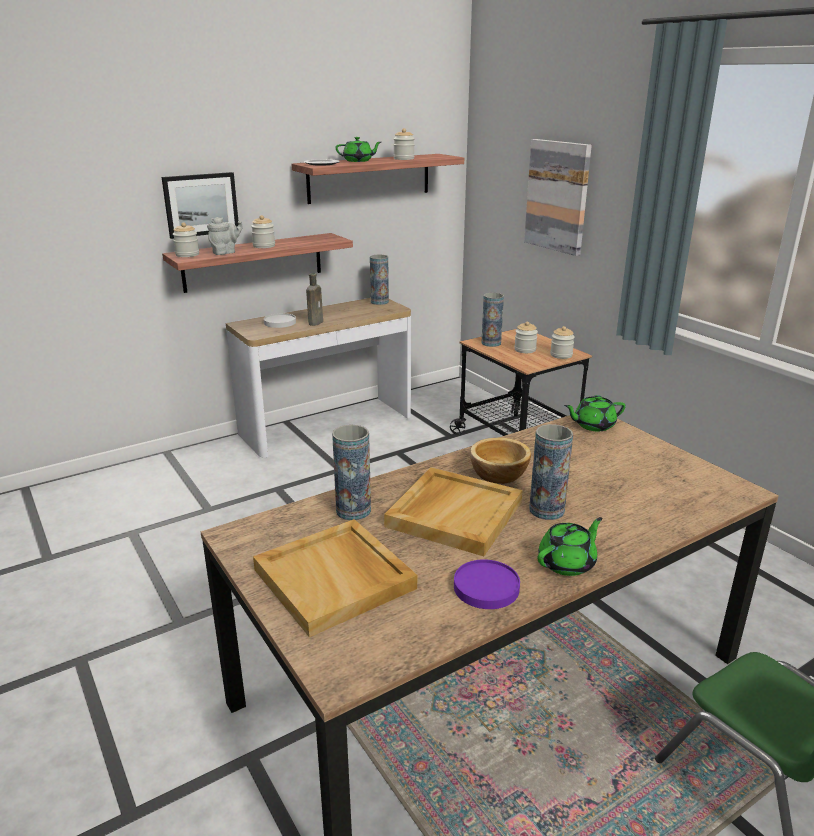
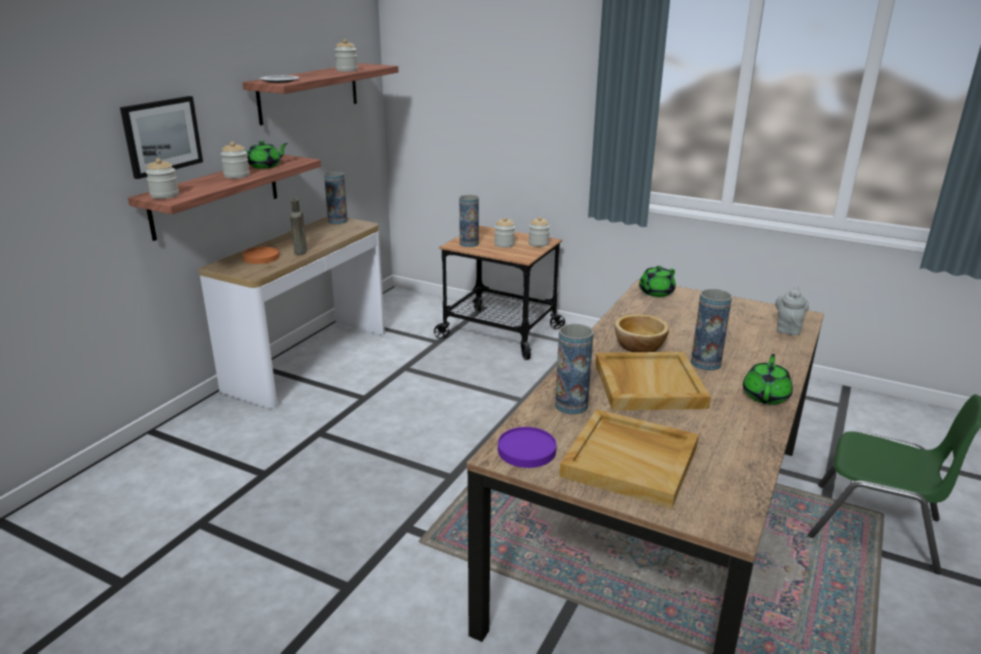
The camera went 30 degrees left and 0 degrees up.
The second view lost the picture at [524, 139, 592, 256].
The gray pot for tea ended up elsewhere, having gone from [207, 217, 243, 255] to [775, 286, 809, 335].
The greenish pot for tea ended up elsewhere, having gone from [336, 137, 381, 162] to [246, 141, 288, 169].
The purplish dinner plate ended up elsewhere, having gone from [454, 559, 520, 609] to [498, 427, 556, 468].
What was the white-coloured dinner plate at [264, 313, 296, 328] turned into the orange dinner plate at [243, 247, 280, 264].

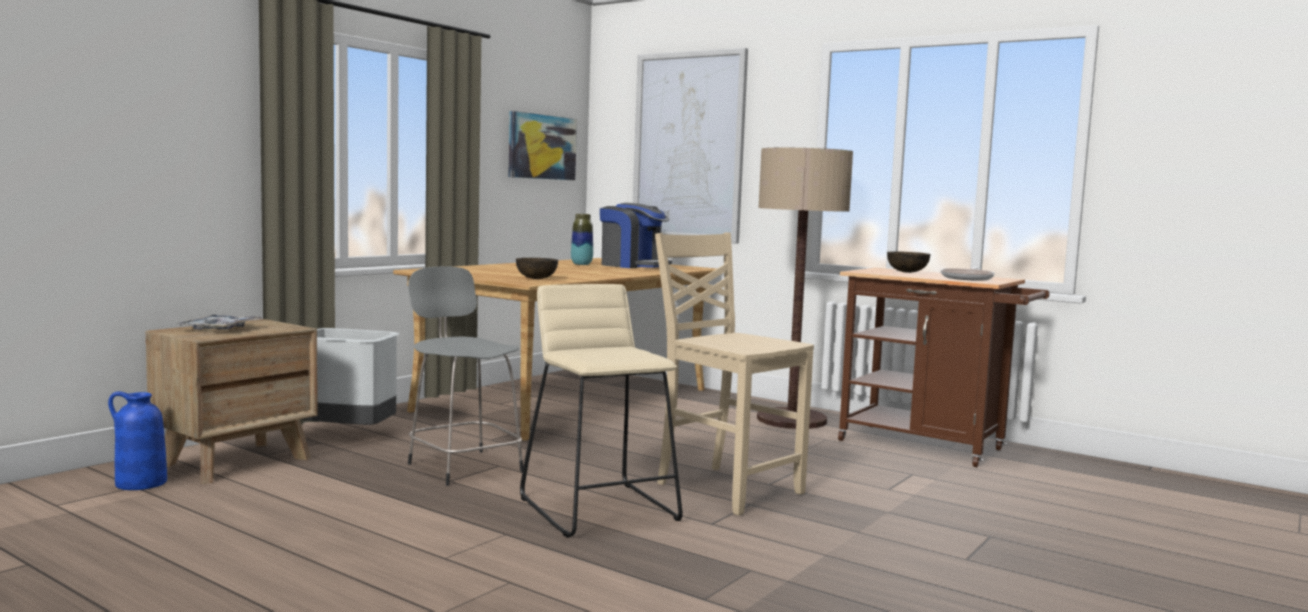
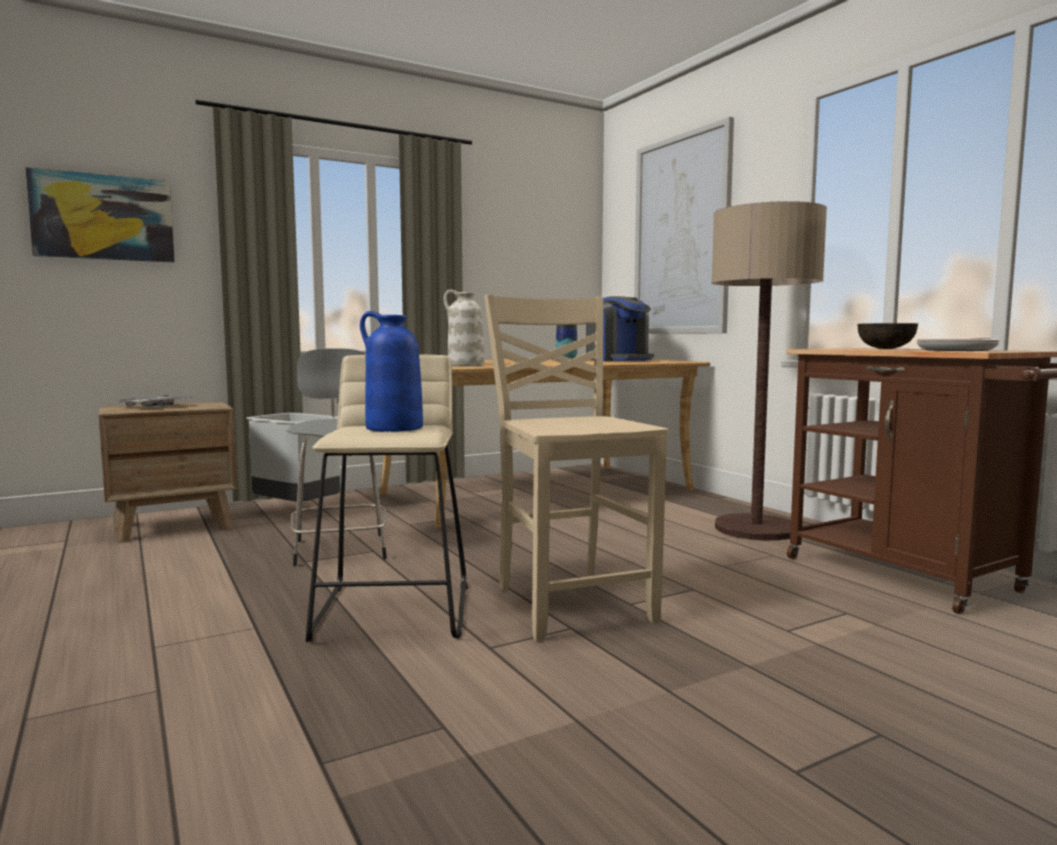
The camera went 25 degrees right and 0 degrees up.
The bluish vase ended up elsewhere, having gone from [108, 391, 167, 490] to [360, 311, 423, 432].
The picture ended up elsewhere, having gone from [508, 111, 577, 180] to [25, 167, 175, 262].
Where the brown-coloured serving bowl stood at [516, 258, 558, 279], the white-coloured vase came to stand at [443, 289, 484, 366].

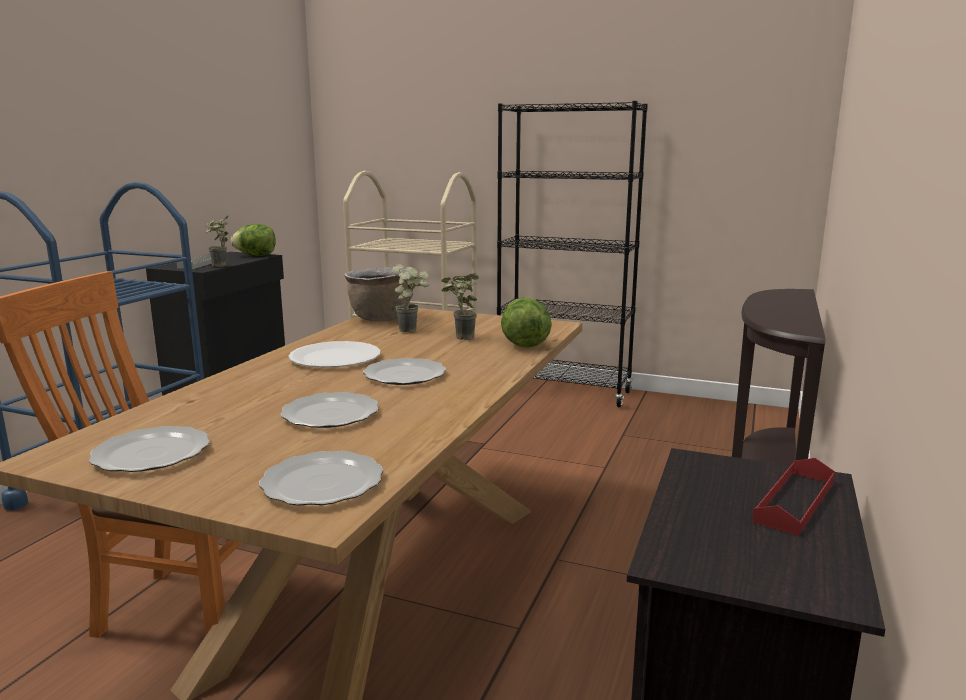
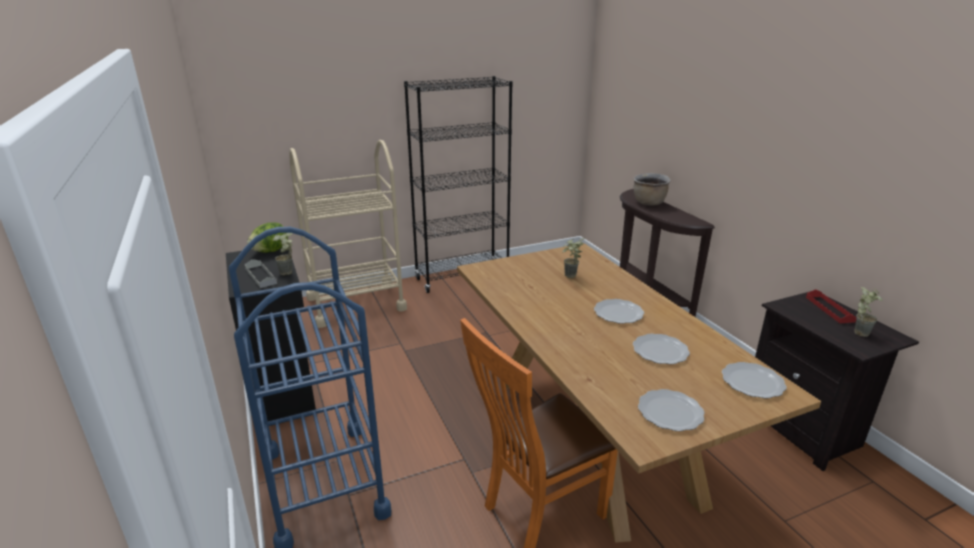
The camera went 45 degrees left and 10 degrees up.
The second view lost the white-coloured dinner plate at [289, 341, 381, 368].
The second view lost the head of lettuce at [501, 297, 552, 348].
The brown-coloured stockpot ended up elsewhere, having gone from [344, 267, 409, 321] to [633, 173, 671, 205].
The potted plant ended up elsewhere, having gone from [392, 264, 429, 332] to [854, 287, 883, 337].

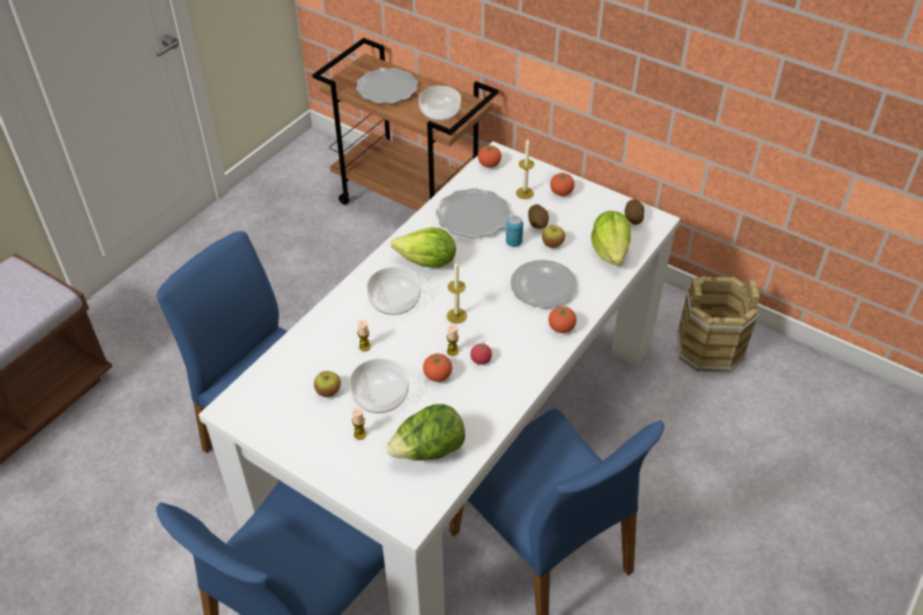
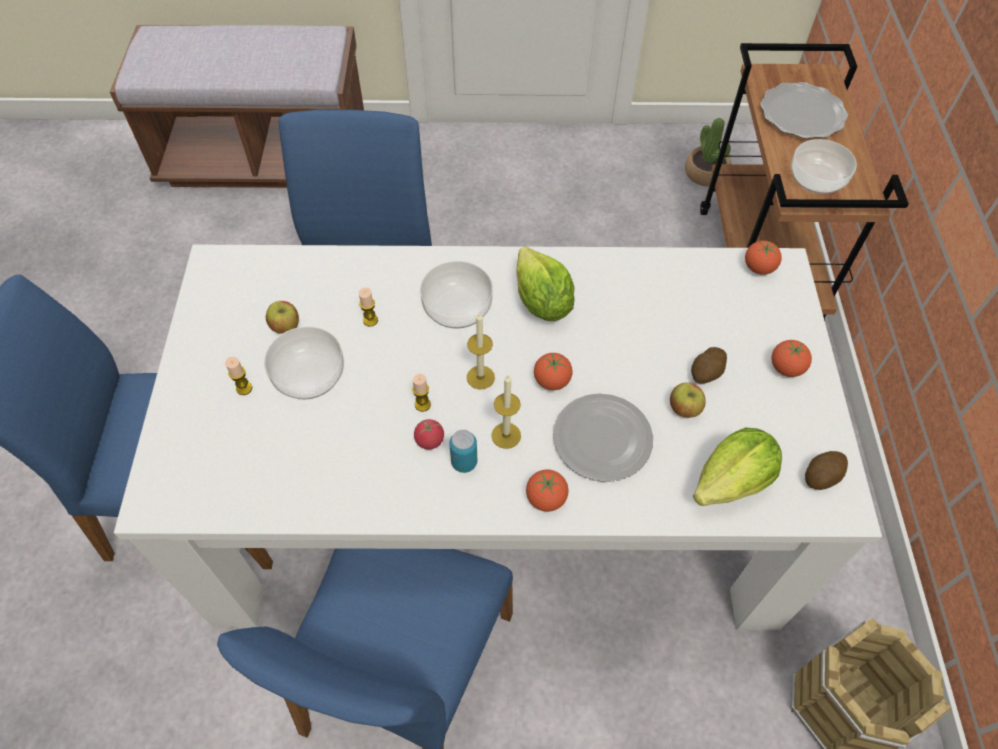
The camera went 55 degrees right and 10 degrees up.
The second view lost the head of lettuce at [387, 404, 465, 461].
The second view lost the dinner plate at [436, 188, 511, 238].
The second view gained the potted plant at [685, 118, 731, 187].
The tomato ended up elsewhere, having gone from [423, 354, 452, 382] to [534, 353, 573, 390].
The metal can ended up elsewhere, having gone from [506, 216, 523, 247] to [449, 430, 477, 473].
The candle ended up elsewhere, having gone from [516, 139, 534, 199] to [492, 375, 521, 449].

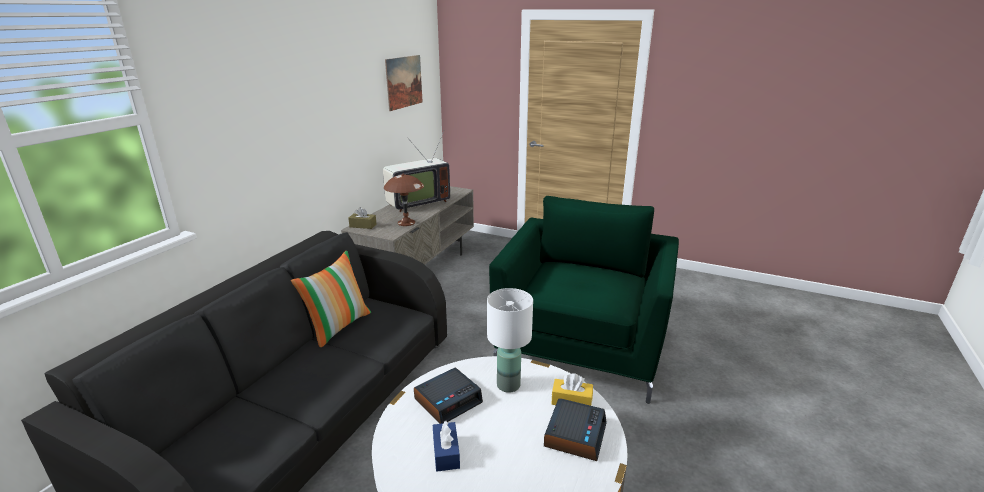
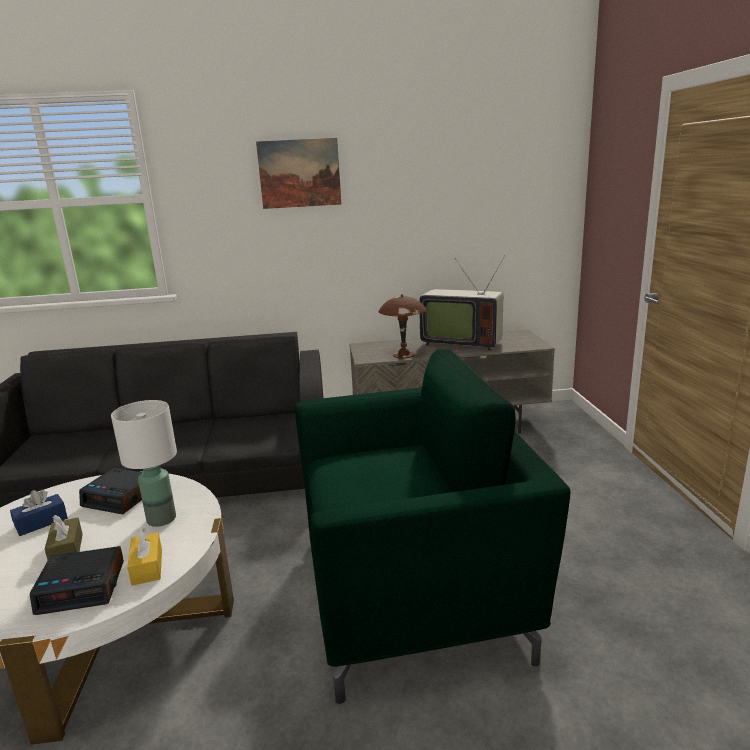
The camera went 60 degrees right and 5 degrees down.
The second view lost the pillow at [291, 250, 371, 347].
The brown-coloured box of tissues ended up elsewhere, having gone from [348, 207, 377, 229] to [45, 515, 83, 560].
The picture ended up elsewhere, having gone from [385, 55, 423, 111] to [256, 138, 341, 209].

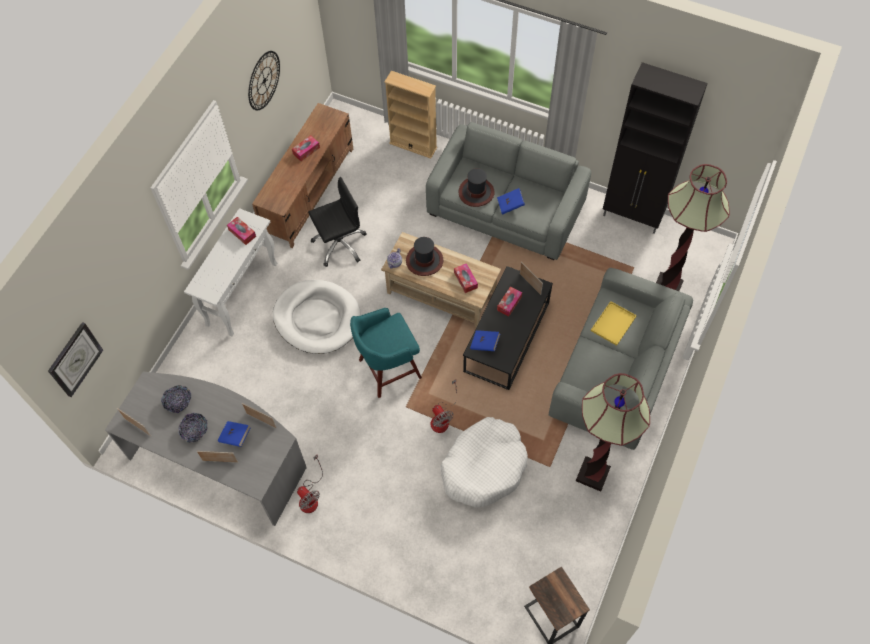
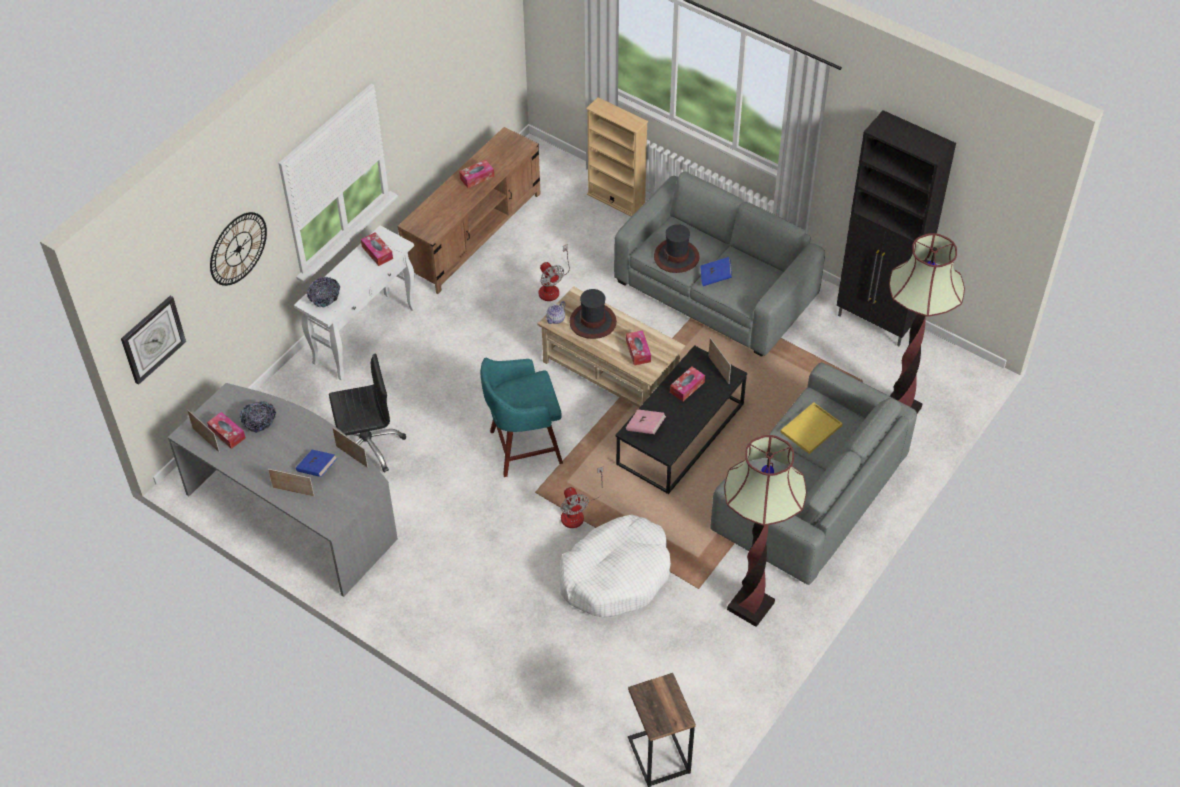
The camera went 10 degrees right and 10 degrees down.
The second view lost the white-coloured dog cushion at [273, 280, 361, 354].
The second view gained the box of tissues at [207, 412, 246, 449].
The serving bowl ended up elsewhere, having gone from [178, 413, 208, 443] to [307, 277, 340, 308].
The wall clock ended up elsewhere, having gone from [248, 51, 280, 110] to [210, 212, 267, 286].
The cooling fan ended up elsewhere, having gone from [297, 455, 323, 513] to [538, 244, 570, 301].
The blackish office chair ended up elsewhere, having gone from [308, 177, 367, 267] to [329, 354, 406, 473].
What was the bluish bound book at [470, 330, 500, 351] turned into the pink bound book at [626, 410, 666, 434].

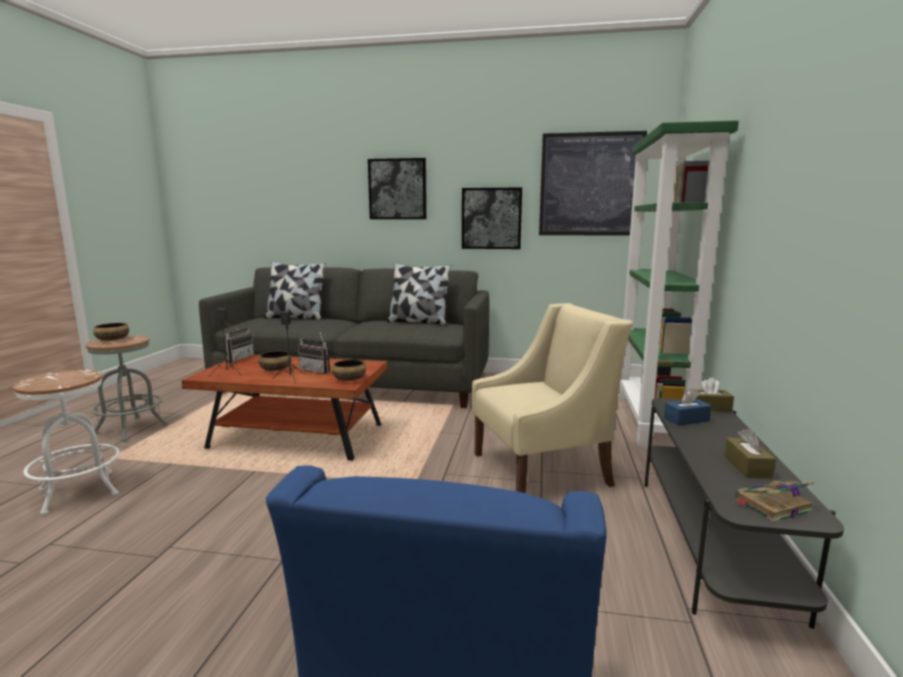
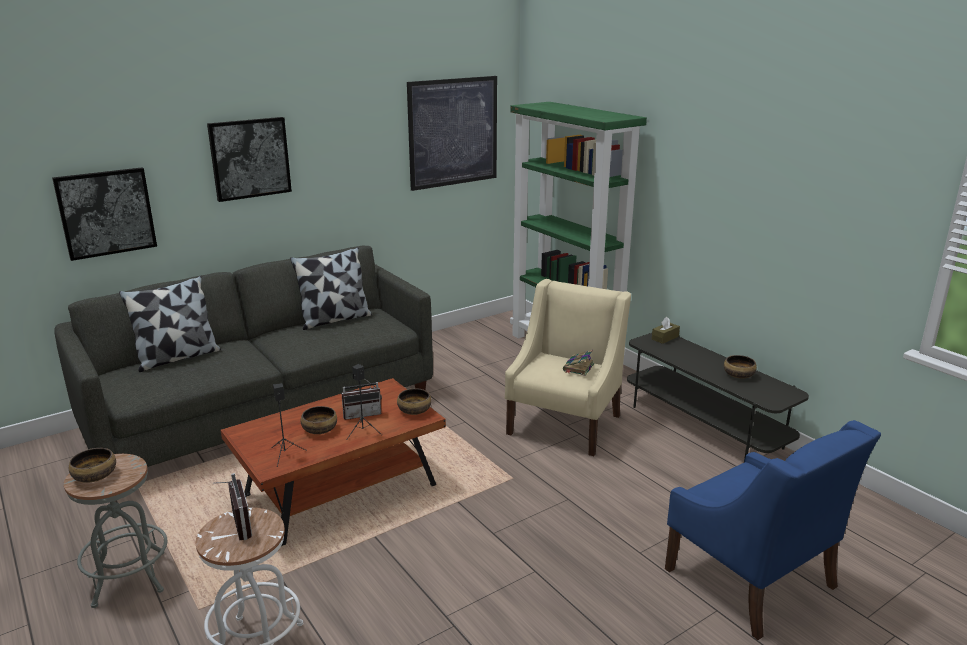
The camera went 45 degrees left and 10 degrees up.
The second view lost the bluish box of tissues at [664, 389, 711, 426].
The radio receiver ended up elsewhere, having gone from [225, 324, 254, 363] to [216, 473, 252, 540].
The picture ended up elsewhere, having gone from [462, 187, 522, 249] to [52, 168, 157, 261].
The bound book ended up elsewhere, having gone from [734, 481, 814, 523] to [563, 350, 594, 376].
Where the brown-coloured box of tissues stood at [724, 428, 776, 479], the serving bowl came to stand at [724, 355, 757, 379].

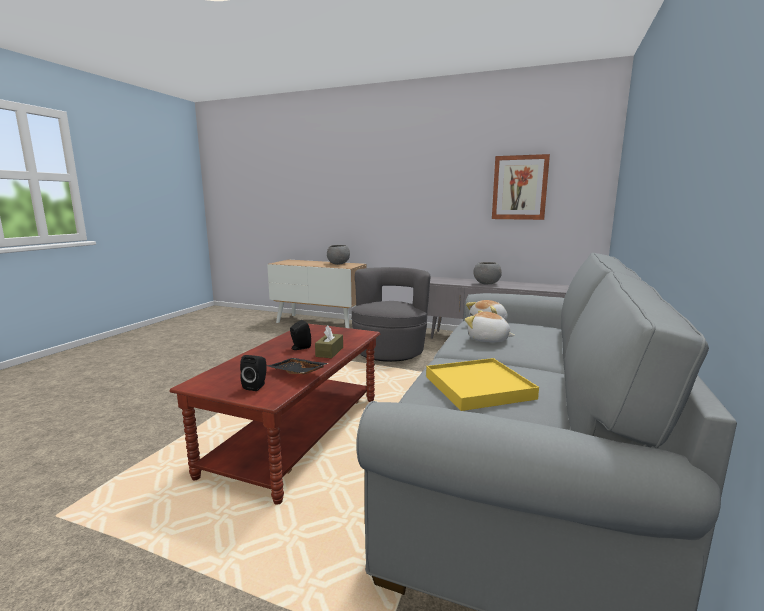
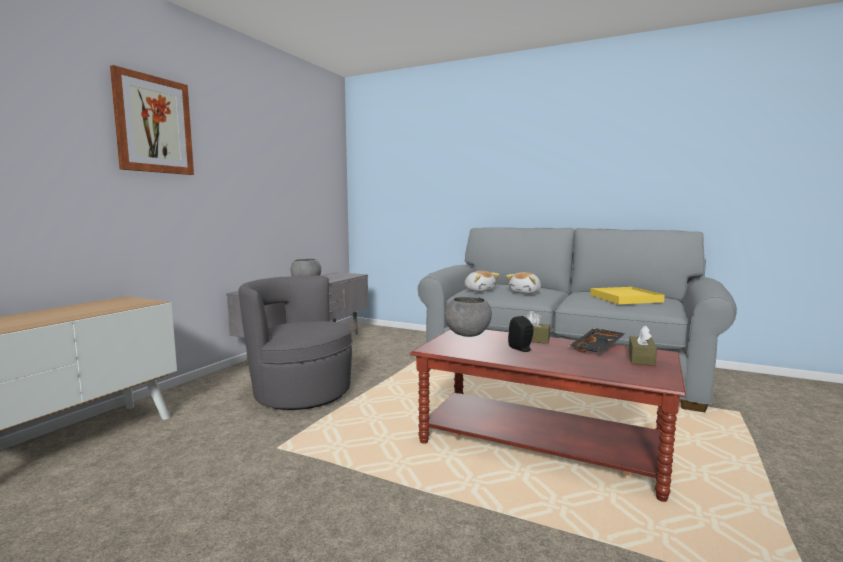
The camera went 85 degrees left and 5 degrees down.
The gray serving bowl ended up elsewhere, having gone from [327, 245, 350, 265] to [445, 296, 492, 337].
The picture ended up elsewhere, having gone from [492, 154, 550, 220] to [110, 65, 194, 175].
Where the blackish speaker stood at [240, 355, 267, 391], the brown-coloured box of tissues came to stand at [629, 325, 657, 366].

